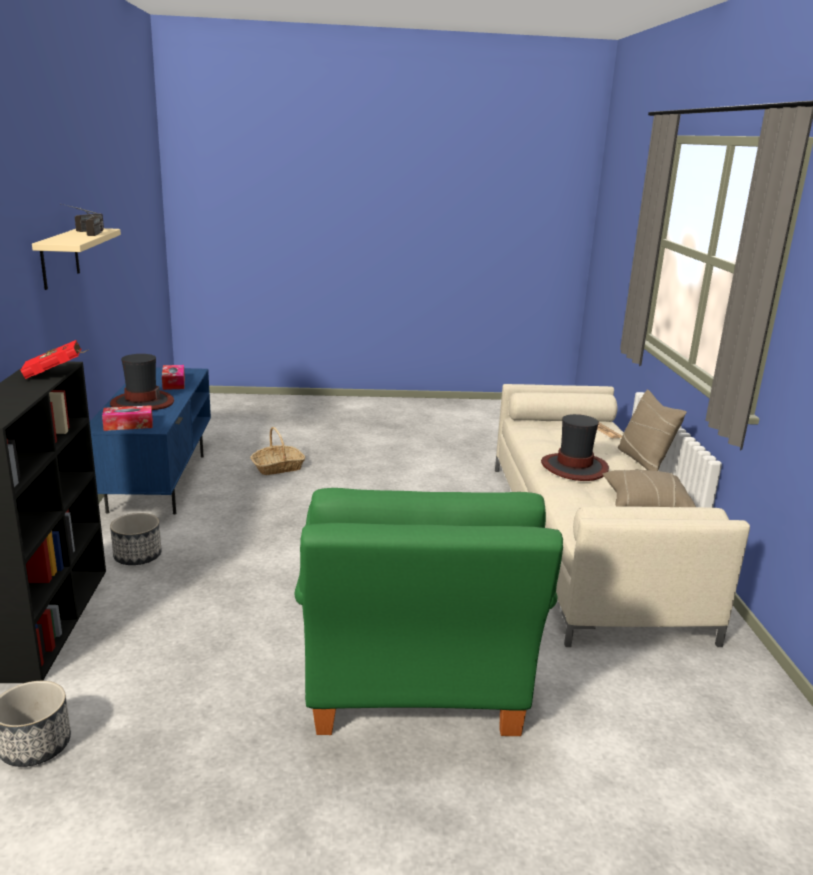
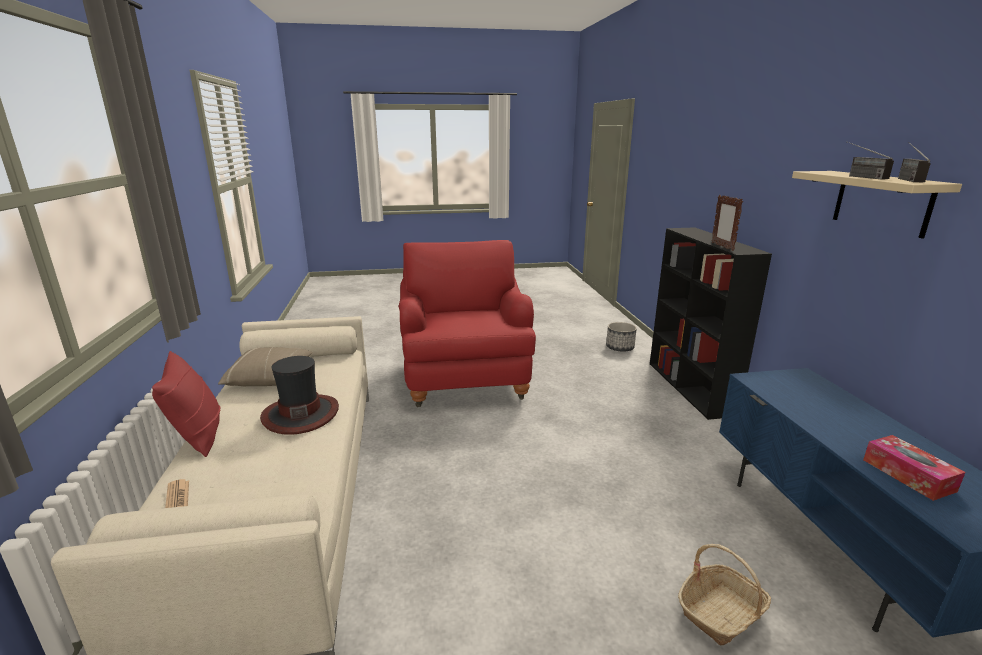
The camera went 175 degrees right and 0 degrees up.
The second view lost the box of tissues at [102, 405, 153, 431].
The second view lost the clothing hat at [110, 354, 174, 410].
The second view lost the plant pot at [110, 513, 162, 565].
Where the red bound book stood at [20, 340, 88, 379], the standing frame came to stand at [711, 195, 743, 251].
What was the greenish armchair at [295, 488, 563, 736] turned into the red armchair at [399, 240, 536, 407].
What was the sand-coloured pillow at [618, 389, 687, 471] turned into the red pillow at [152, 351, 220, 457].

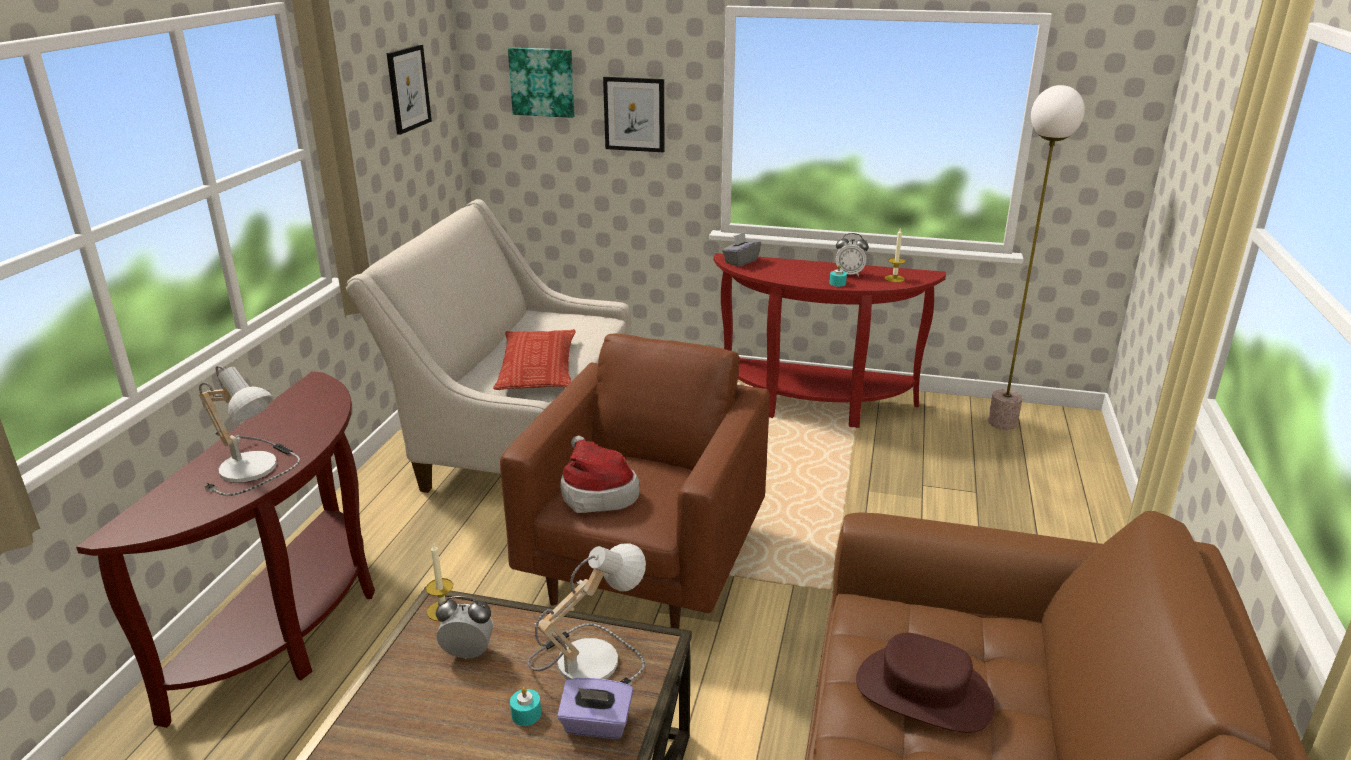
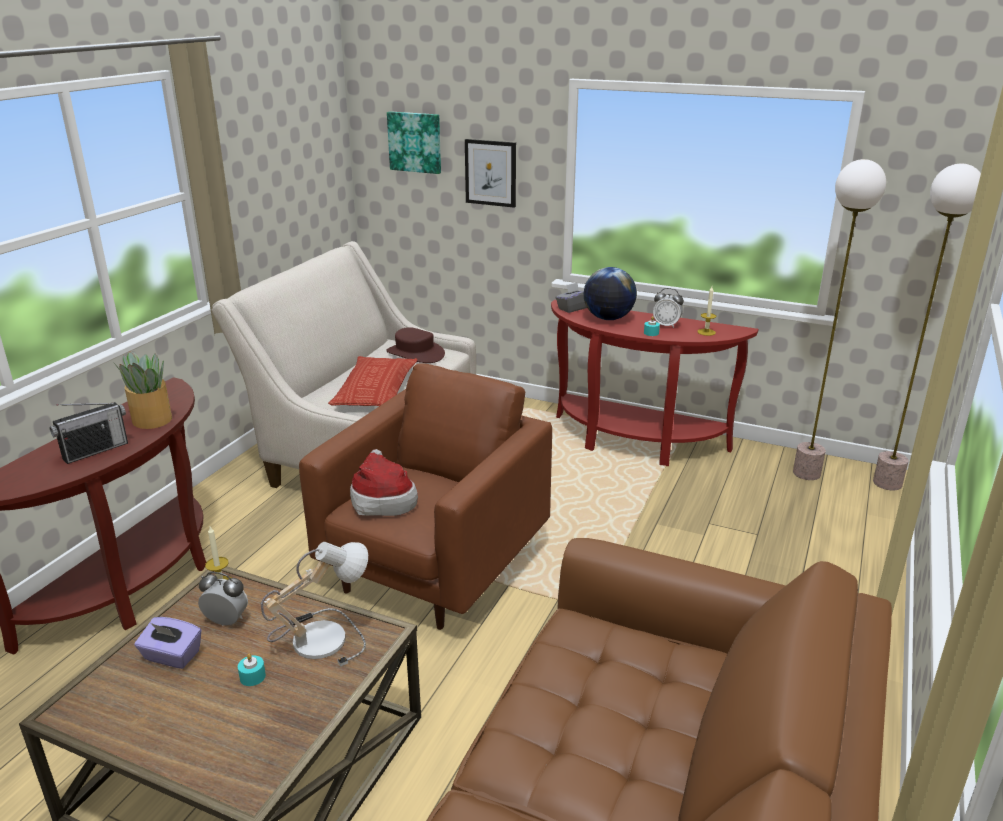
The camera went 10 degrees right and 0 degrees up.
The second view lost the picture at [387, 45, 432, 135].
The second view gained the potted plant at [114, 351, 172, 429].
The second view gained the desk globe at [584, 267, 637, 320].
The second view gained the standard lamp at [873, 164, 981, 490].
The purplish box of tissues ended up elsewhere, having gone from [557, 678, 634, 739] to [135, 617, 201, 669].
The brown-coloured clothing hat ended up elsewhere, having gone from [856, 633, 995, 733] to [386, 327, 445, 363].
Where the lamp for a table stood at [199, 366, 300, 496], the radio receiver came to stand at [49, 402, 128, 464].

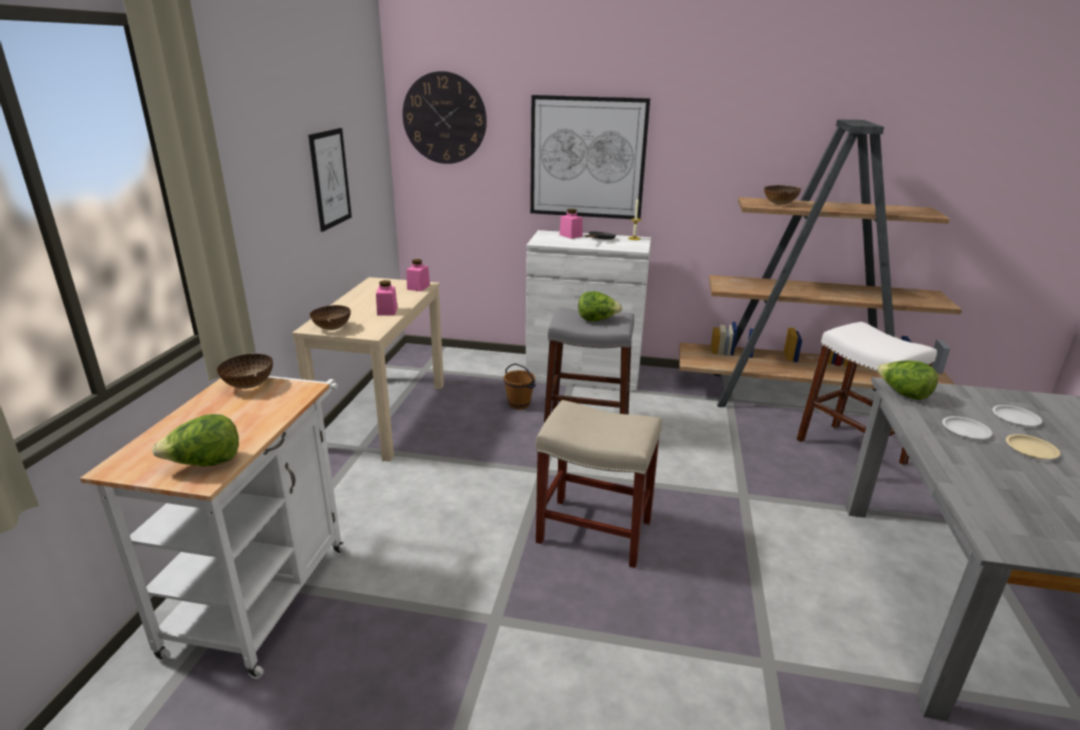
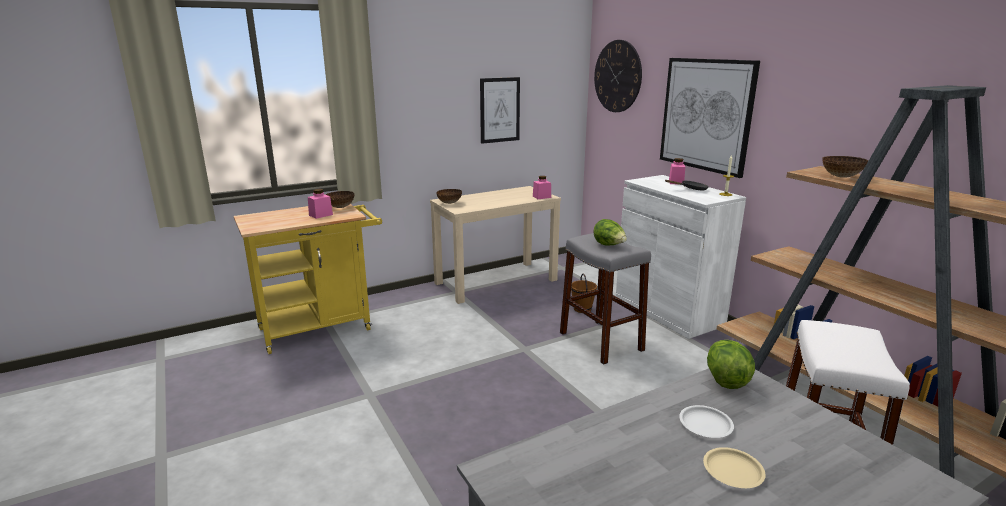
The camera went 50 degrees right and 5 degrees down.
The second view lost the head of lettuce at [152, 414, 239, 466].
The second view lost the sand-coloured stool seat at [536, 400, 662, 568].
The second view lost the white-coloured dinner plate at [992, 405, 1042, 426].
The pink preserve jar ended up elsewhere, having gone from [376, 280, 398, 316] to [308, 189, 333, 219].
What was the white-coloured trolley at [80, 376, 346, 679] turned into the yellow-coloured trolley at [234, 204, 382, 354].

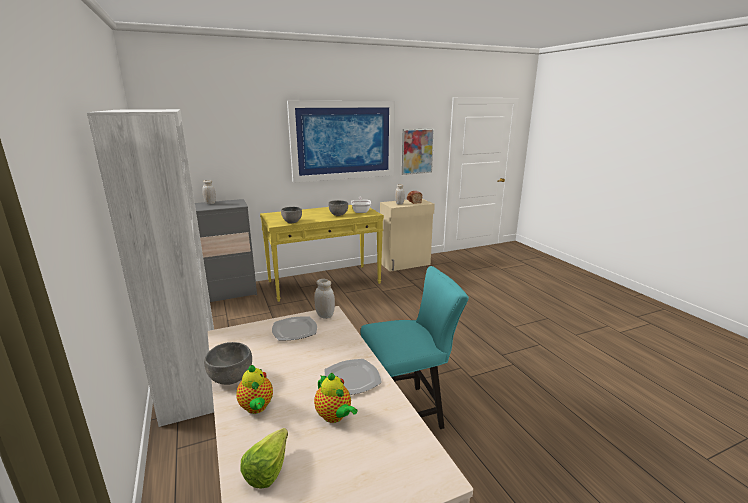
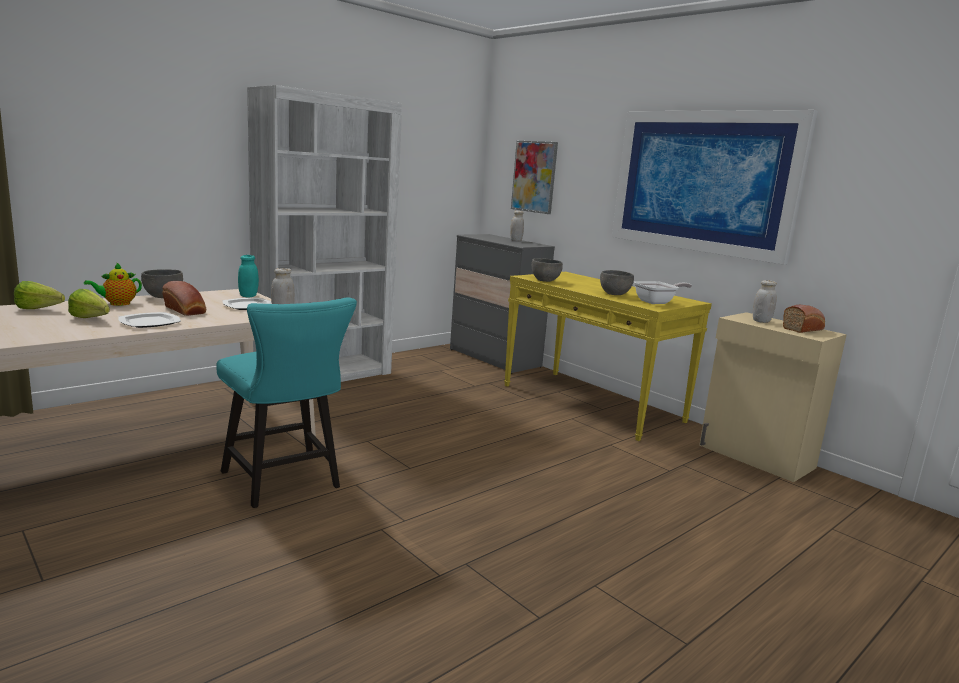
The camera went 70 degrees right and 5 degrees down.
The second view gained the bakery bread at [162, 281, 206, 316].
The second view gained the blue-green preserve jar at [238, 255, 259, 298].
The picture ended up elsewhere, having gone from [402, 128, 434, 175] to [511, 141, 558, 214].
Where the pot for tea stood at [314, 373, 358, 423], the head of lettuce came to stand at [68, 289, 110, 318].

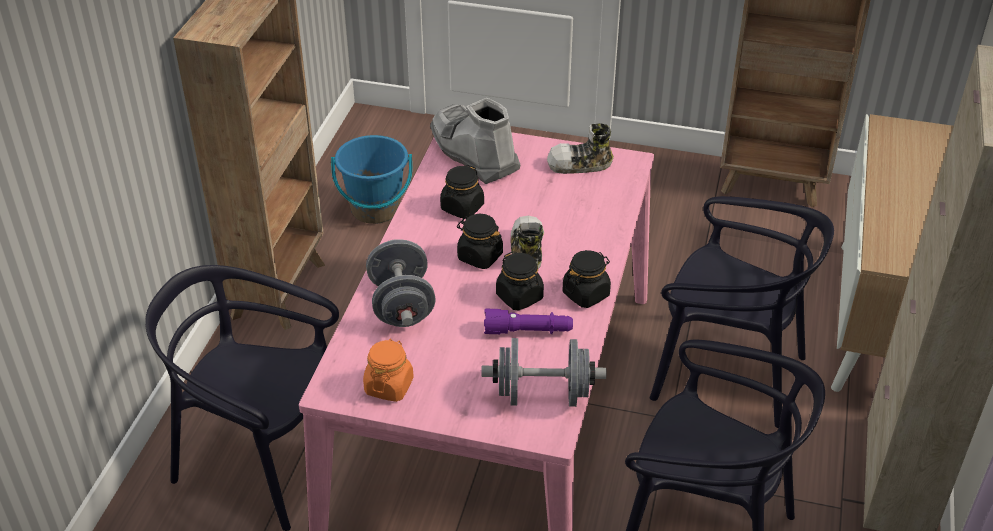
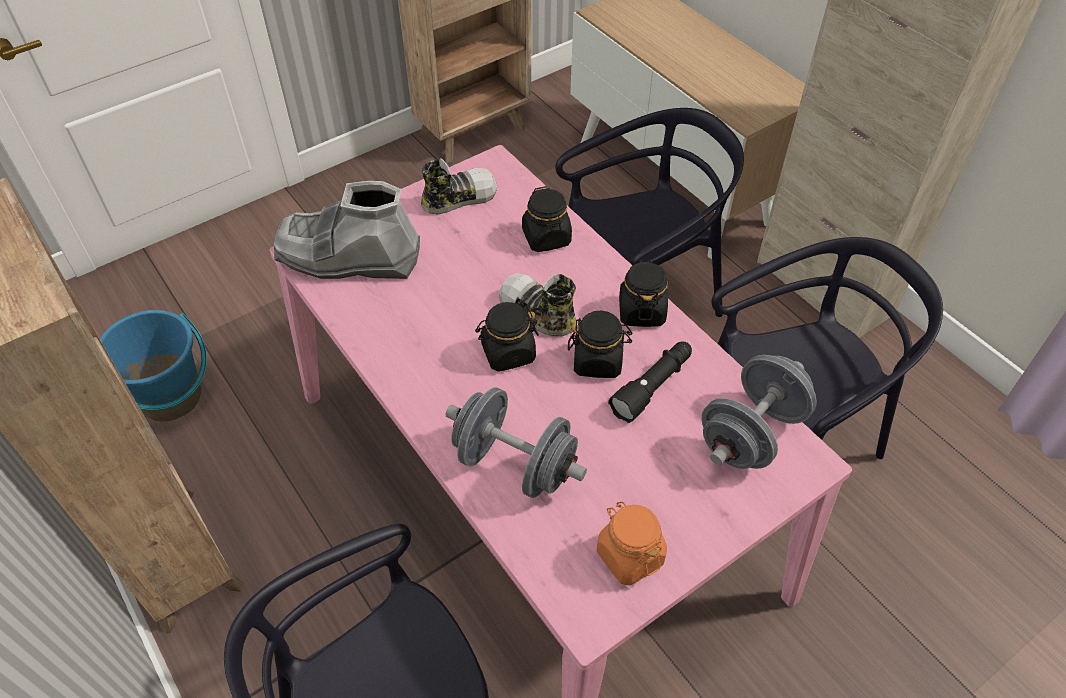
The camera went 50 degrees left and 10 degrees up.
The blackish preserve jar ended up elsewhere, having gone from [440, 165, 484, 219] to [522, 186, 572, 252].
What was the purplish flashlight at [484, 309, 573, 334] turned into the blackish flashlight at [608, 342, 692, 423].
The low shoe at [547, 123, 614, 174] ended up facing another way, 150 degrees counterclockwise from before.

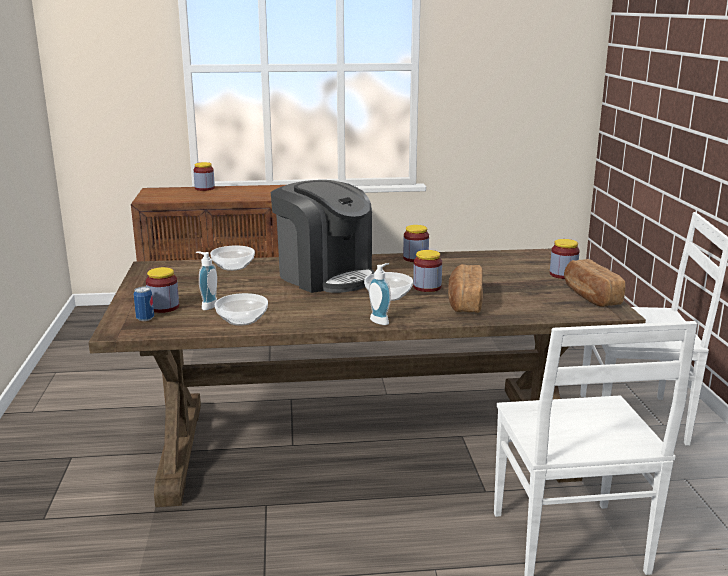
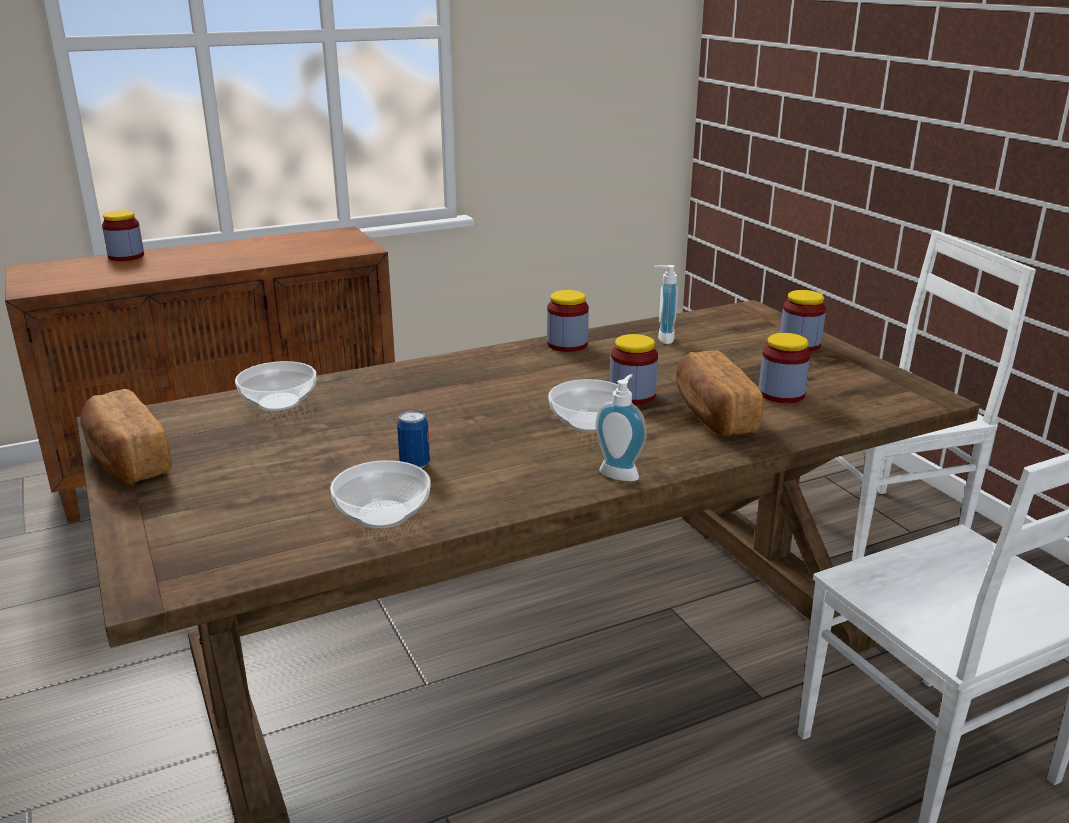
The camera went 20 degrees left and 5 degrees up.
The second view lost the coffee maker at [271, 180, 374, 293].
The metal can ended up elsewhere, having gone from [134, 286, 154, 321] to [397, 410, 430, 468].
The preserve jar ended up elsewhere, having gone from [146, 267, 179, 313] to [759, 333, 811, 403].
The soap bottle ended up elsewhere, having gone from [196, 252, 217, 310] to [654, 265, 678, 344].
The bakery bread ended up elsewhere, having gone from [564, 259, 625, 307] to [80, 389, 172, 484].

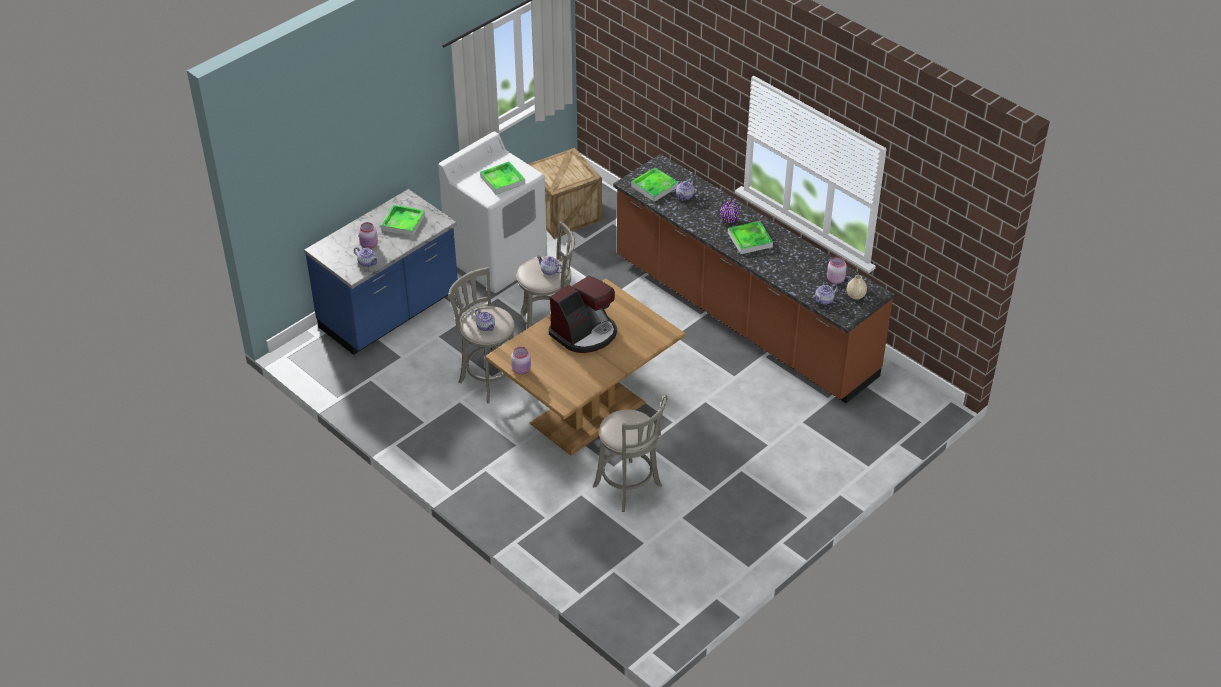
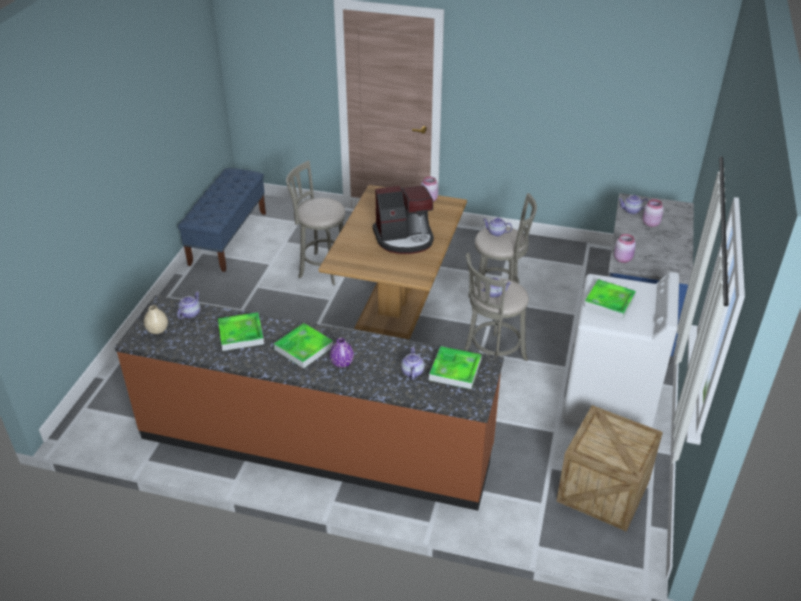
The camera went 150 degrees right and 5 degrees down.
The second view gained the bluish indoor bench at [178, 168, 266, 272].
The serving tray ended up elsewhere, having gone from [381, 204, 425, 236] to [218, 312, 264, 351].
The pink preserve jar ended up elsewhere, having gone from [827, 257, 847, 284] to [614, 234, 636, 263].
The coffee maker at [549, 276, 617, 353] ended up facing another way, 120 degrees counterclockwise from before.

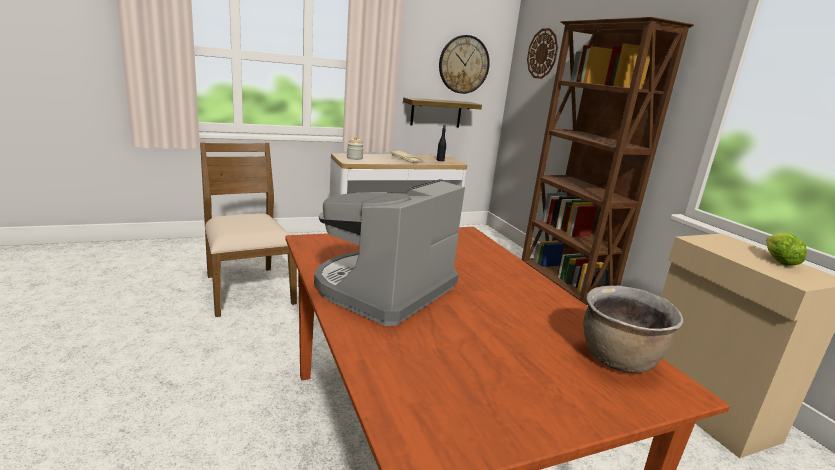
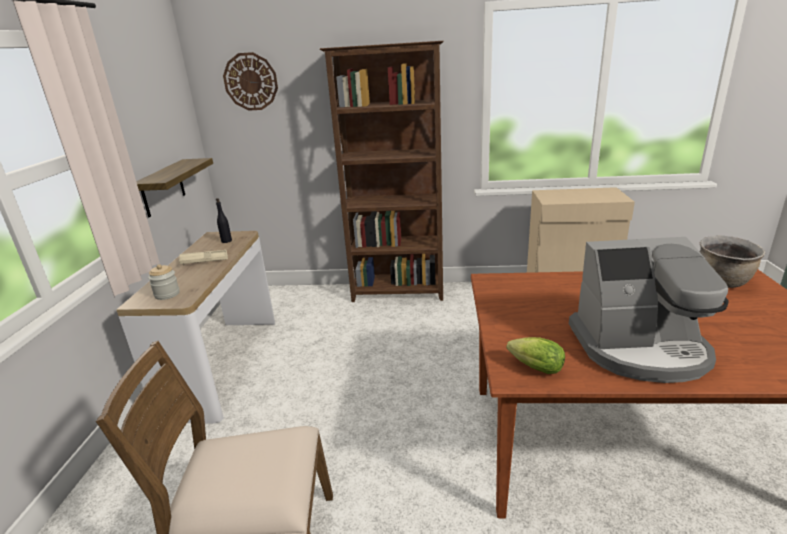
The camera went 60 degrees left and 5 degrees up.
The second view lost the wall clock at [439, 35, 490, 94].
The head of lettuce ended up elsewhere, having gone from [766, 233, 807, 266] to [506, 337, 565, 374].
The coffee maker at [314, 179, 465, 326] ended up facing another way, 60 degrees counterclockwise from before.

